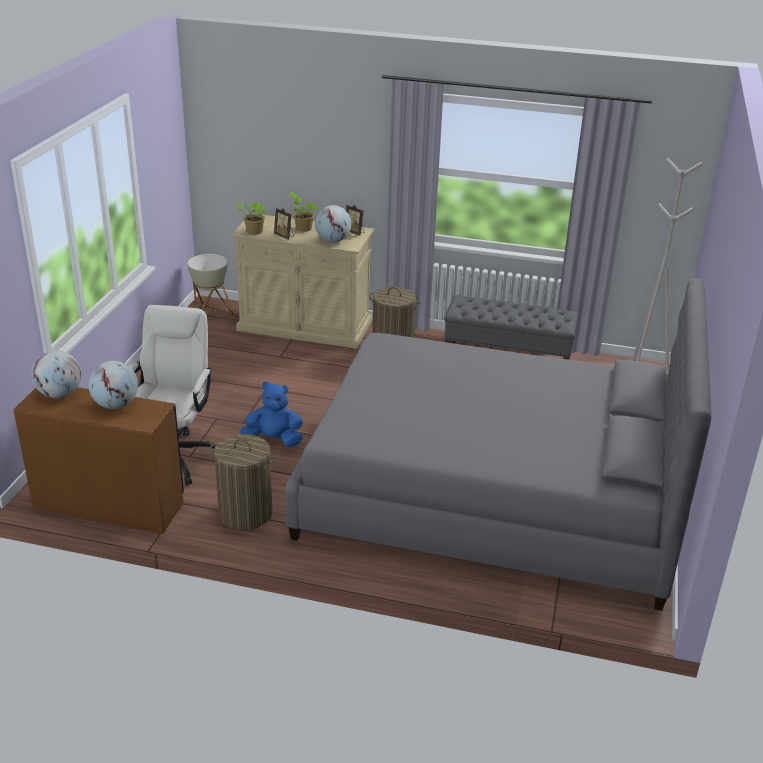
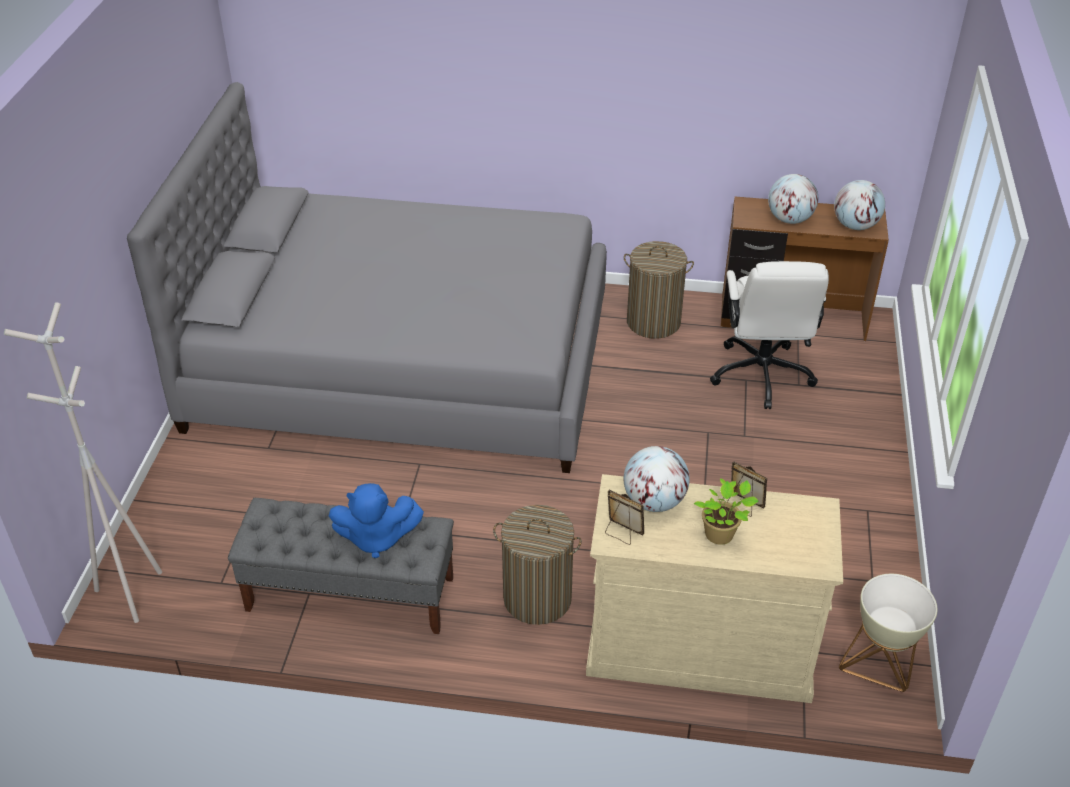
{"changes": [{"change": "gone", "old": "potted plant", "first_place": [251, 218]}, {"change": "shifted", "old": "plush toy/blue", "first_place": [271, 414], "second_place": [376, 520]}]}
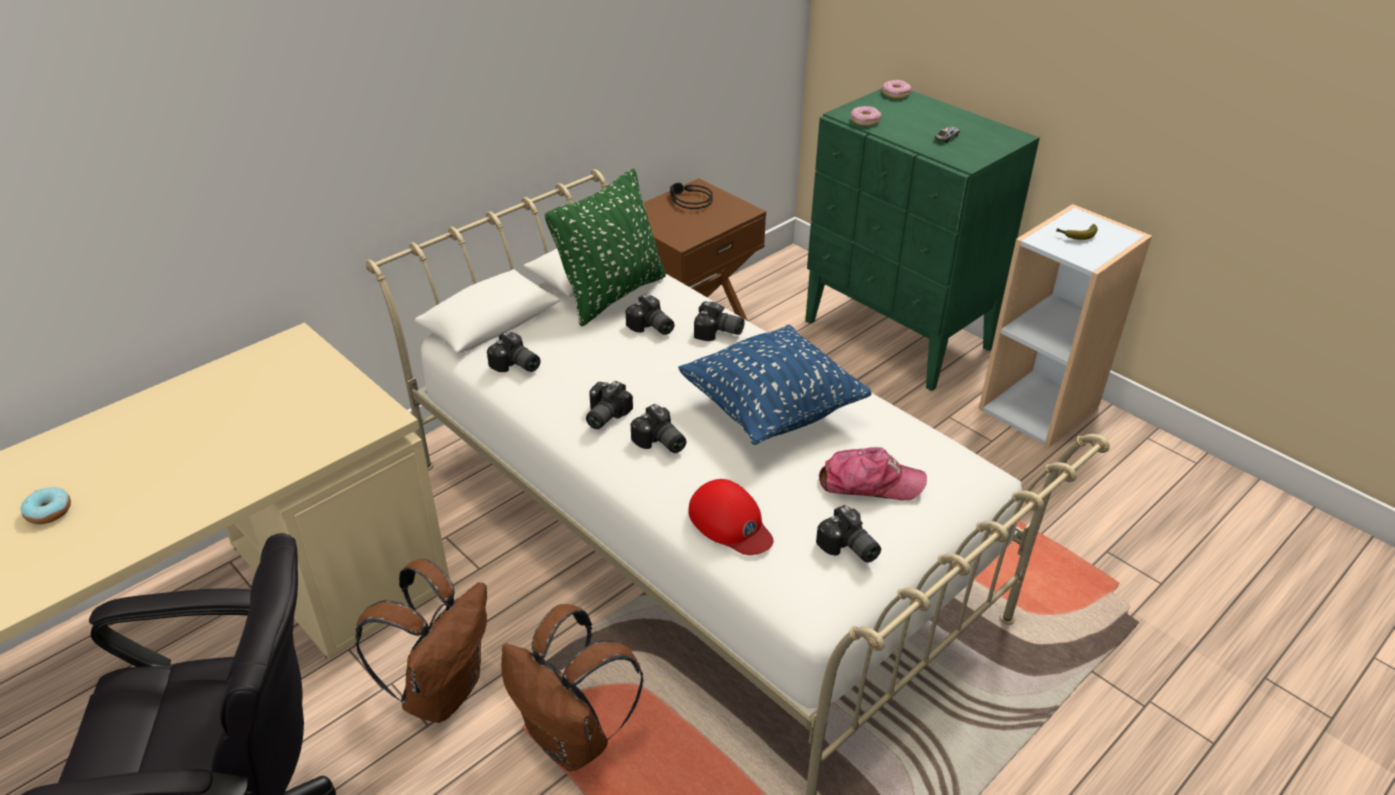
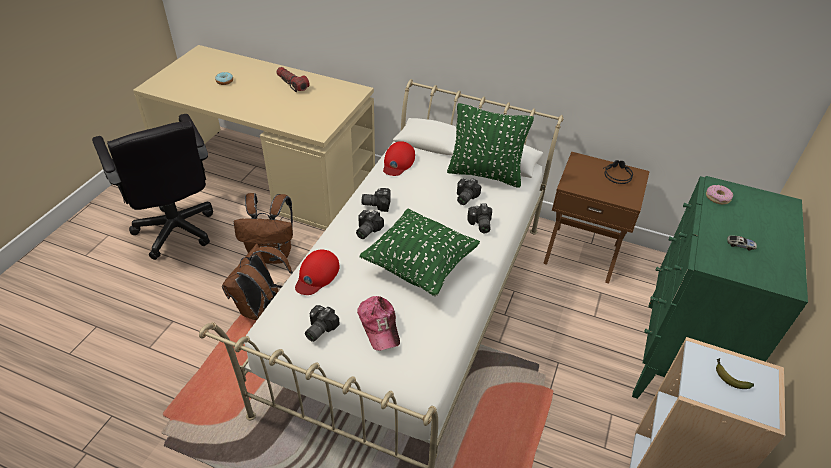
{"changes": [{"change": "gone", "old": "donut", "first_place": [896, 89]}, {"change": "repainted", "old": "pillow/blue", "new": "pillow/green", "first_place": [774, 385], "second_place": [419, 252]}, {"change": "swapped", "old": "photo camera", "new": "cap/red", "first_place": [514, 351], "second_place": [399, 158]}, {"change": "new", "new": "flashlight", "second_place": [292, 79]}]}
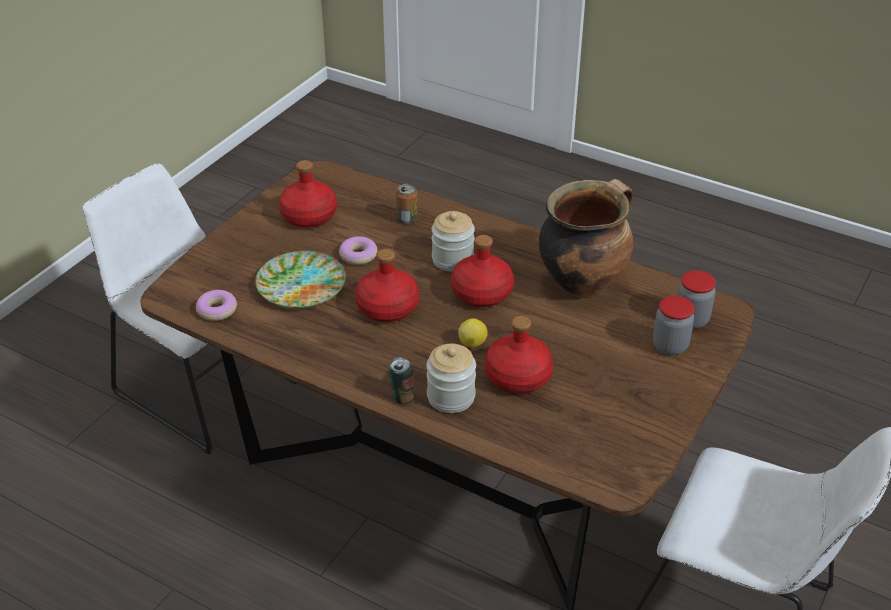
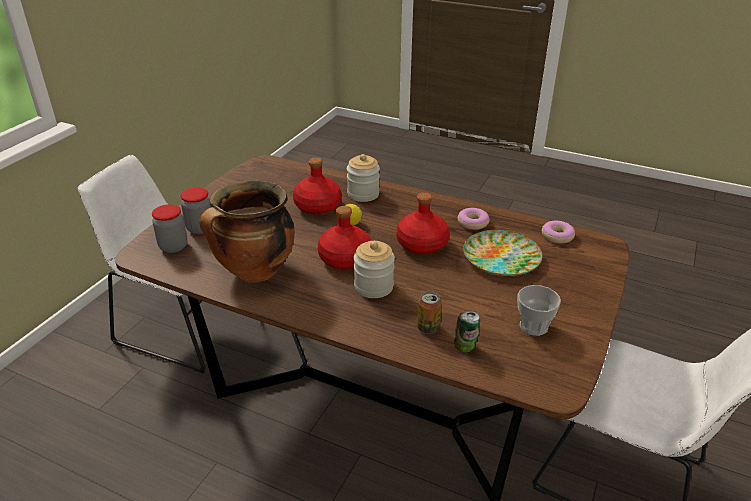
{"changes": [{"change": "swapped", "old": "bottle/red", "new": "cup", "first_place": [308, 194], "second_place": [539, 310]}, {"change": "shifted", "old": "donut", "first_place": [358, 250], "second_place": [474, 219]}, {"change": "shifted", "old": "can", "first_place": [402, 380], "second_place": [467, 331]}]}
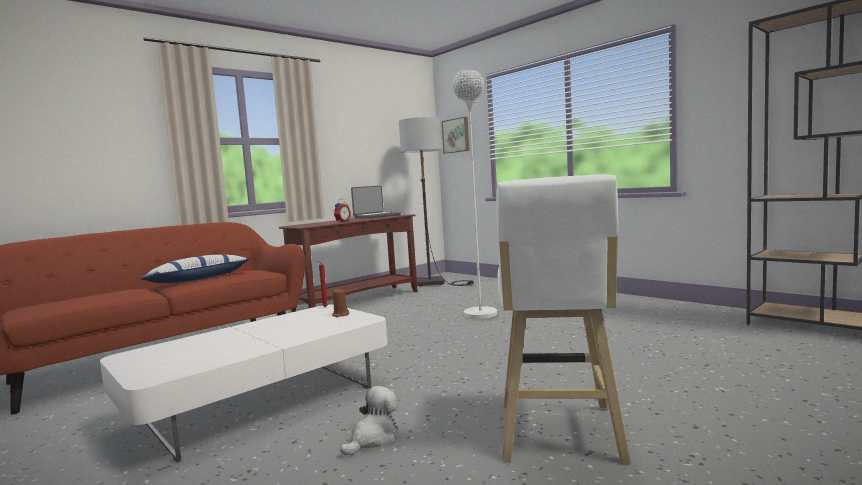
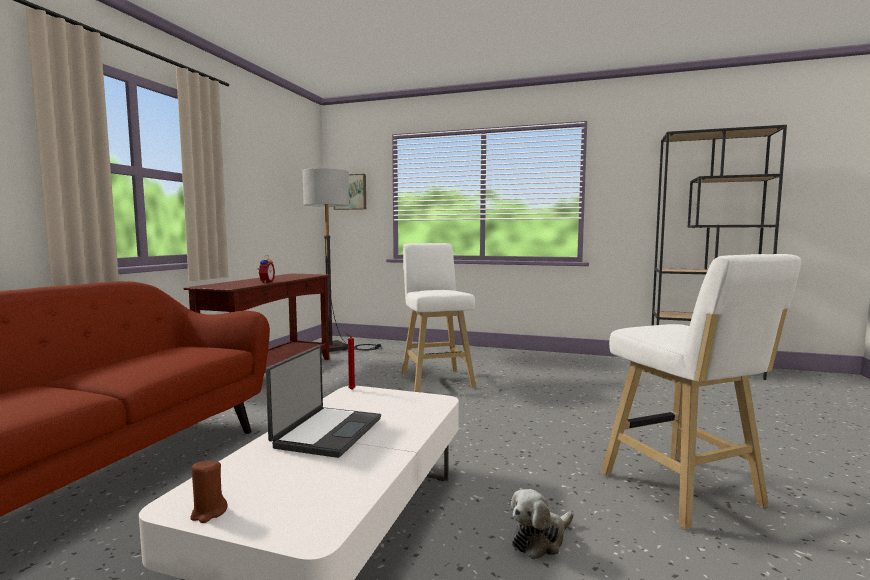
{"changes": [{"change": "swapped", "old": "floor lamp/white", "new": "stool/white", "first_place": [474, 194], "second_place": [438, 317]}, {"change": "shifted", "old": "laptop", "first_place": [376, 201], "second_place": [323, 401]}, {"change": "gone", "old": "pillow", "first_place": [195, 269]}, {"change": "shifted", "old": "candle/brown", "first_place": [340, 302], "second_place": [209, 491]}, {"change": "rotated", "old": "plush toy", "first_place": [369, 420], "second_place": [541, 524], "degrees": -135}]}
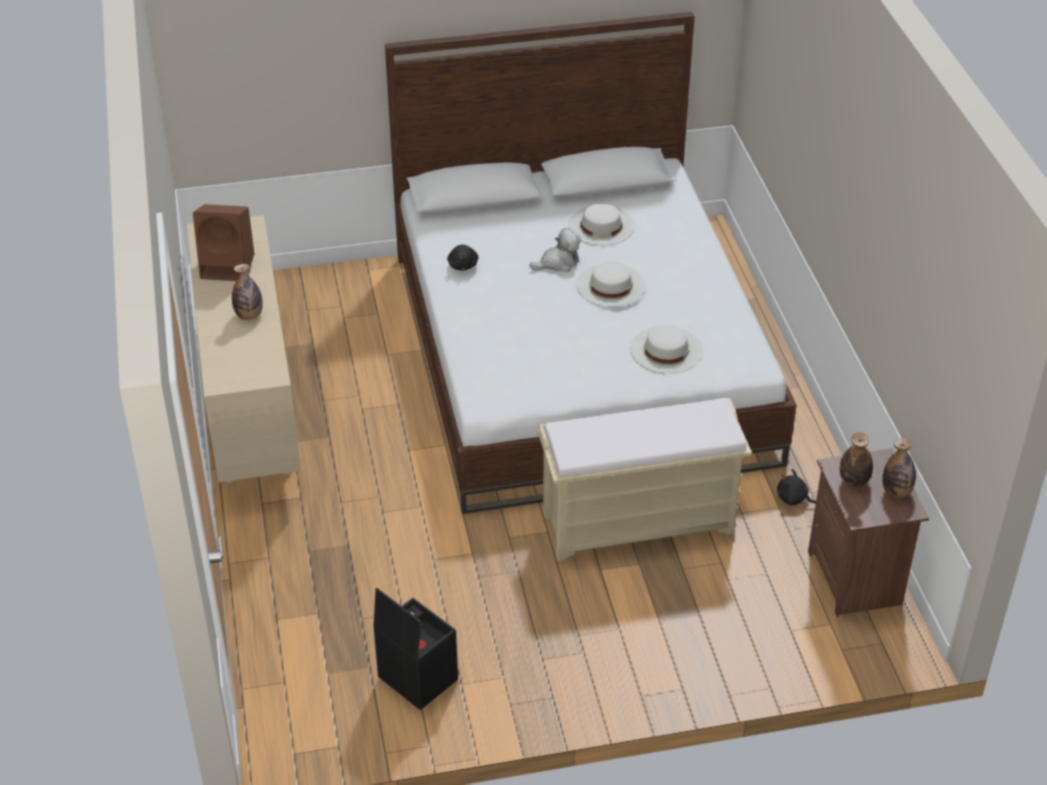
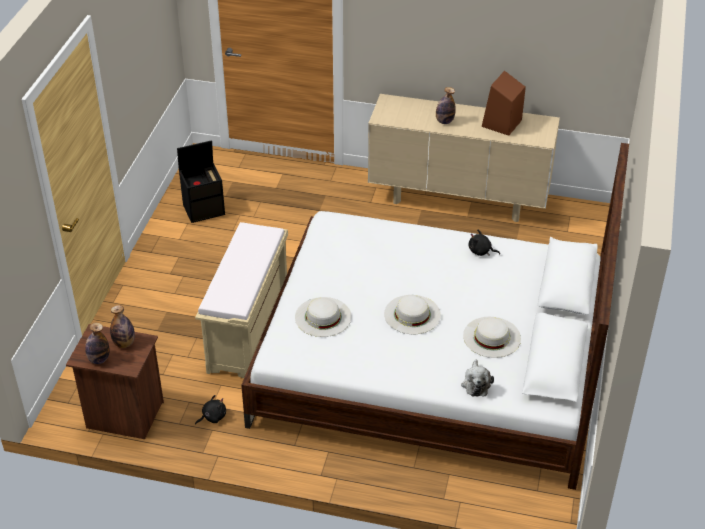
{"changes": [{"change": "shifted", "old": "plush toy", "first_place": [555, 250], "second_place": [477, 377]}]}
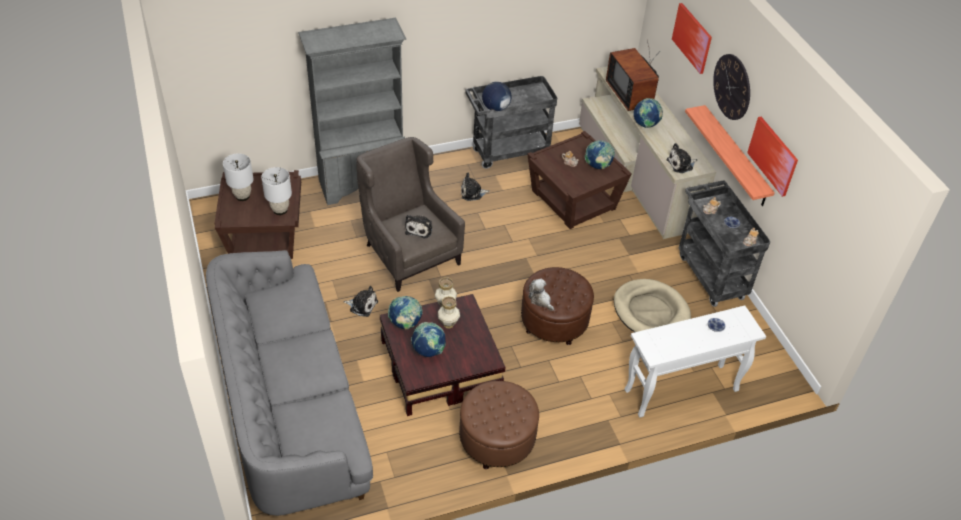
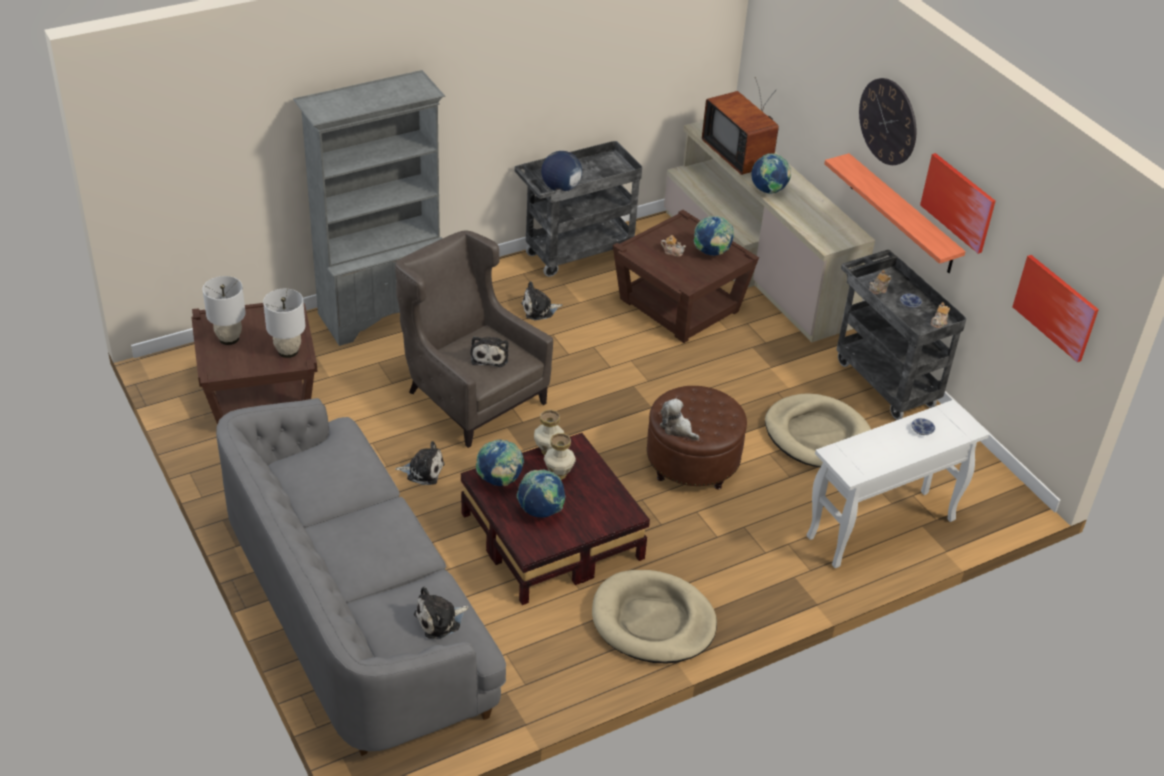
{"changes": [{"change": "shifted", "old": "picture", "first_place": [692, 38], "second_place": [1055, 308]}, {"change": "shifted", "old": "plush toy", "first_place": [681, 158], "second_place": [441, 613]}, {"change": "swapped", "old": "ottoman/brown", "new": "dog bed/beige", "first_place": [499, 425], "second_place": [654, 617]}]}
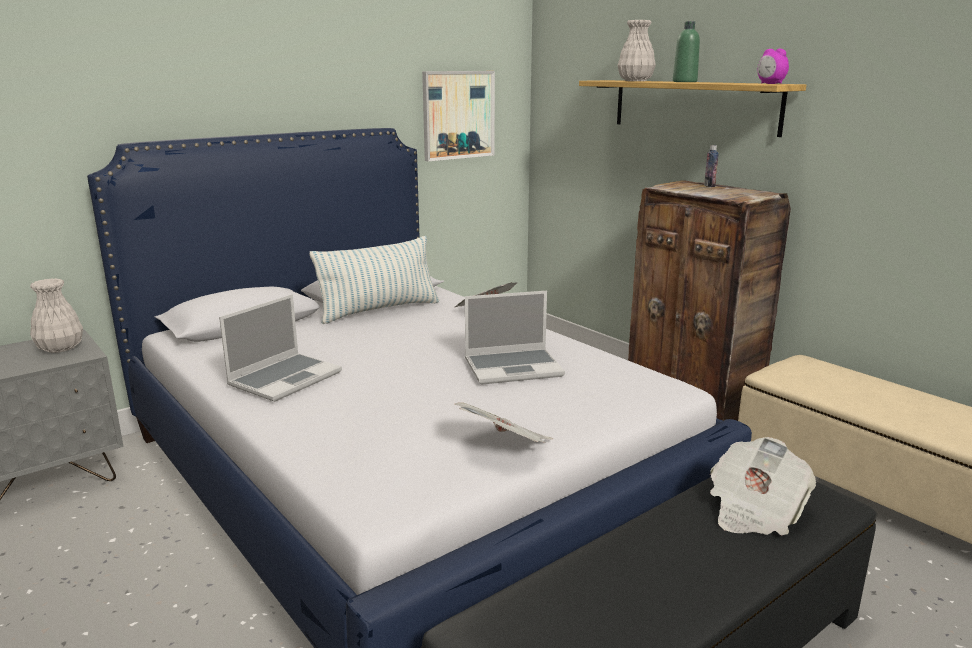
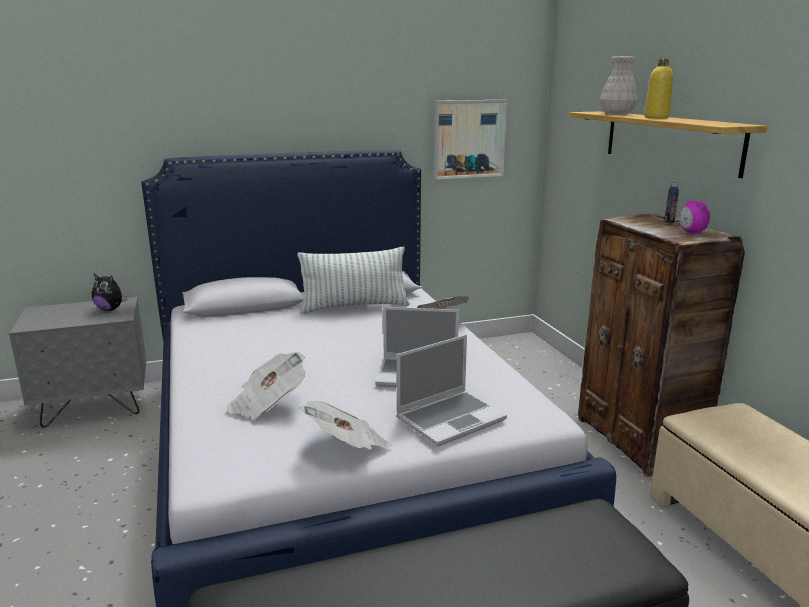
{"changes": [{"change": "repainted", "old": "bottle/green", "new": "bottle/yellow", "first_place": [686, 51], "second_place": [658, 88]}, {"change": "shifted", "old": "alarm clock", "first_place": [773, 66], "second_place": [694, 217]}, {"change": "swapped", "old": "vase/white", "new": "plush toy", "first_place": [56, 315], "second_place": [110, 292]}, {"change": "shifted", "old": "laptop", "first_place": [280, 348], "second_place": [451, 390]}, {"change": "shifted", "old": "newspaper", "first_place": [763, 486], "second_place": [266, 385]}]}
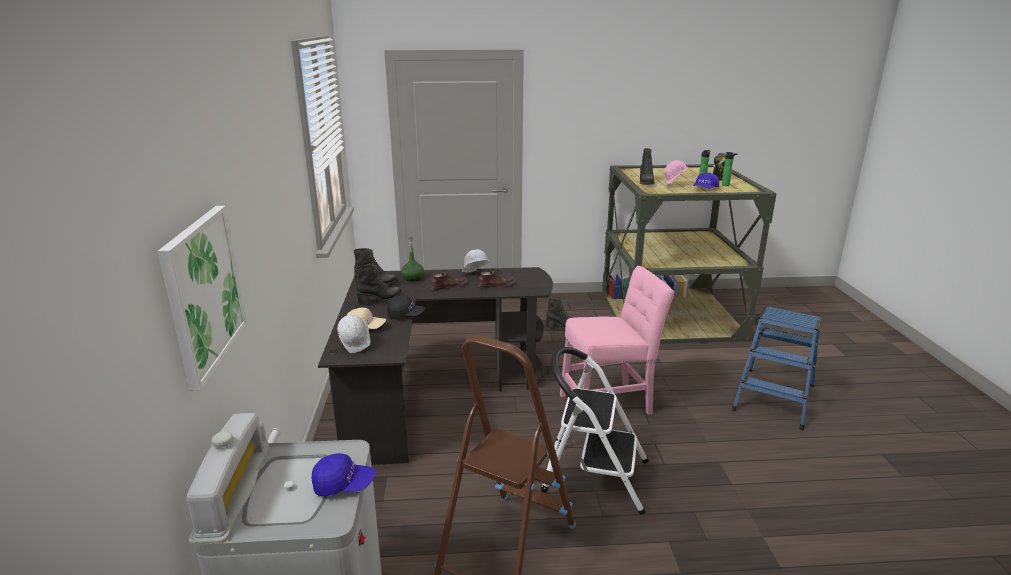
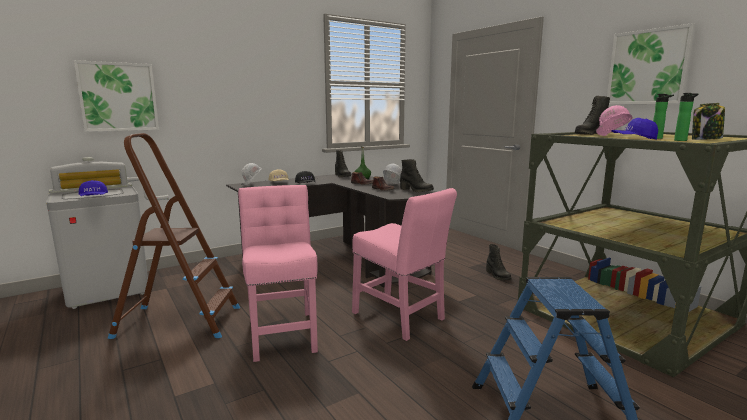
{"changes": [{"change": "shifted", "old": "boot/black", "first_place": [378, 284], "second_place": [417, 175]}, {"change": "swapped", "old": "step ladder", "new": "chair/pink", "first_place": [594, 430], "second_place": [278, 273]}, {"change": "new", "new": "picture", "second_place": [651, 63]}]}
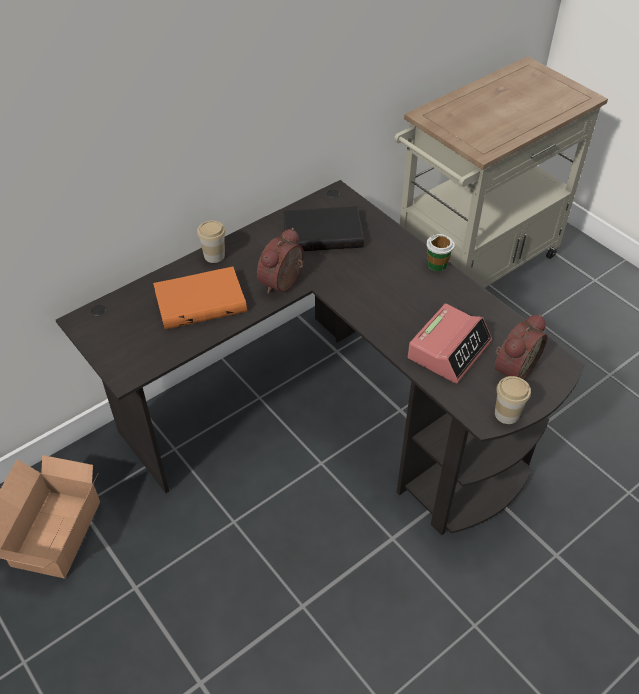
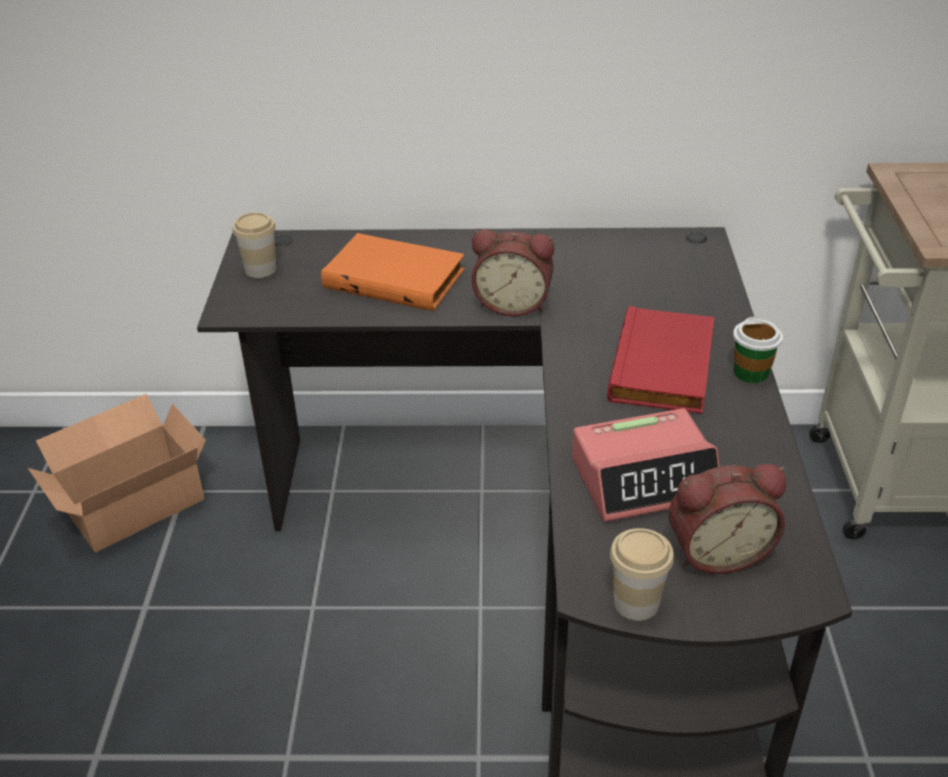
{"changes": [{"change": "gone", "old": "book/black", "first_place": [323, 228]}, {"change": "shifted", "old": "cup", "first_place": [211, 241], "second_place": [254, 245]}, {"change": "rotated", "old": "alarm clock", "first_place": [280, 261], "second_place": [513, 273], "degrees": -150}, {"change": "new", "new": "book/red", "second_place": [661, 360]}]}
